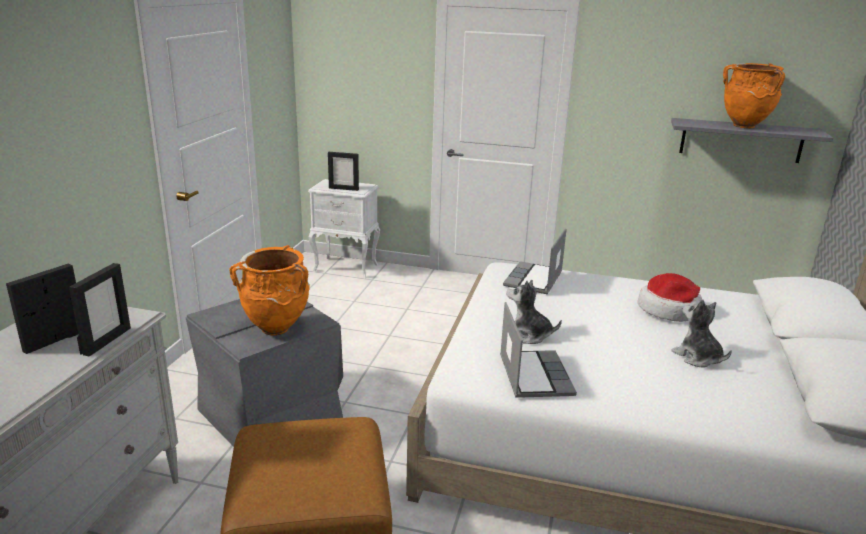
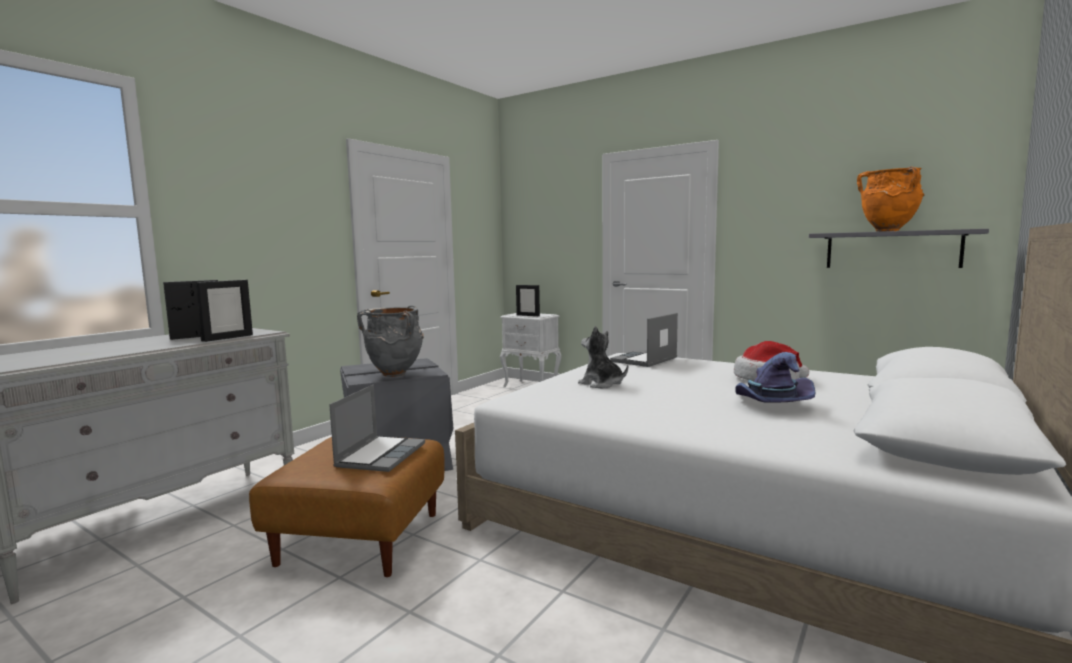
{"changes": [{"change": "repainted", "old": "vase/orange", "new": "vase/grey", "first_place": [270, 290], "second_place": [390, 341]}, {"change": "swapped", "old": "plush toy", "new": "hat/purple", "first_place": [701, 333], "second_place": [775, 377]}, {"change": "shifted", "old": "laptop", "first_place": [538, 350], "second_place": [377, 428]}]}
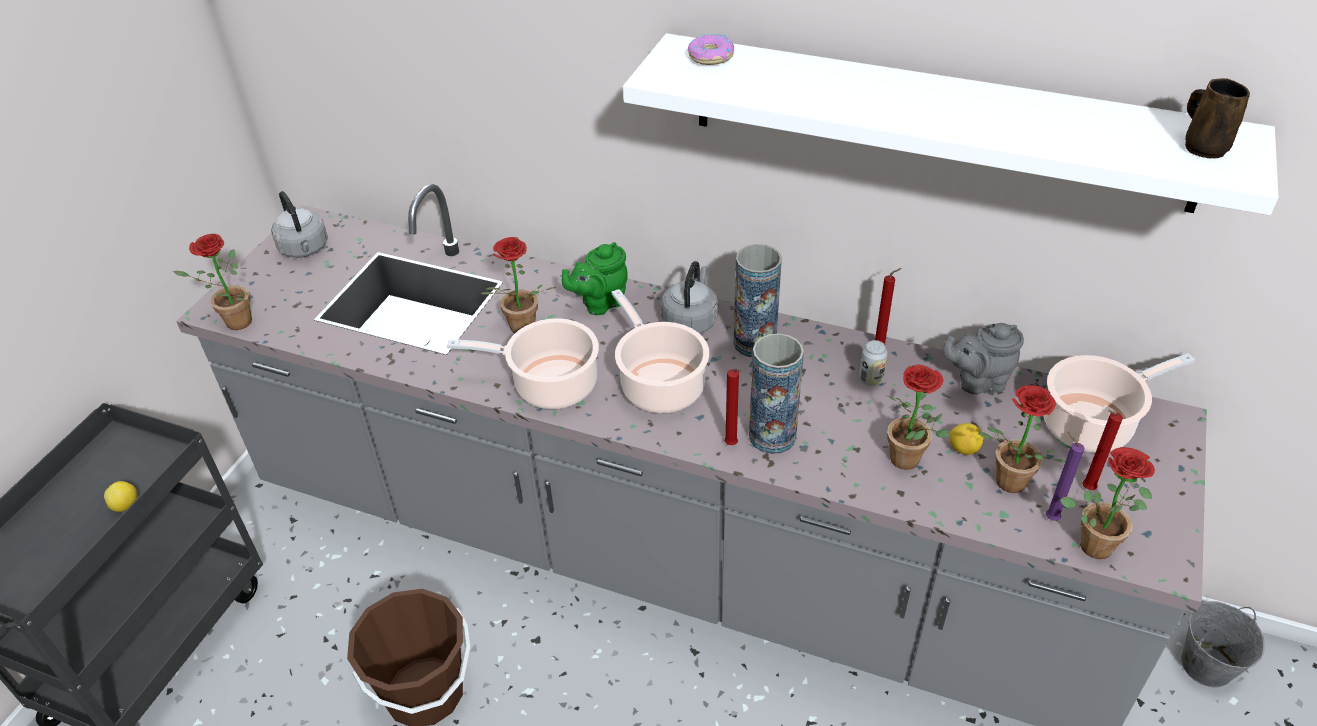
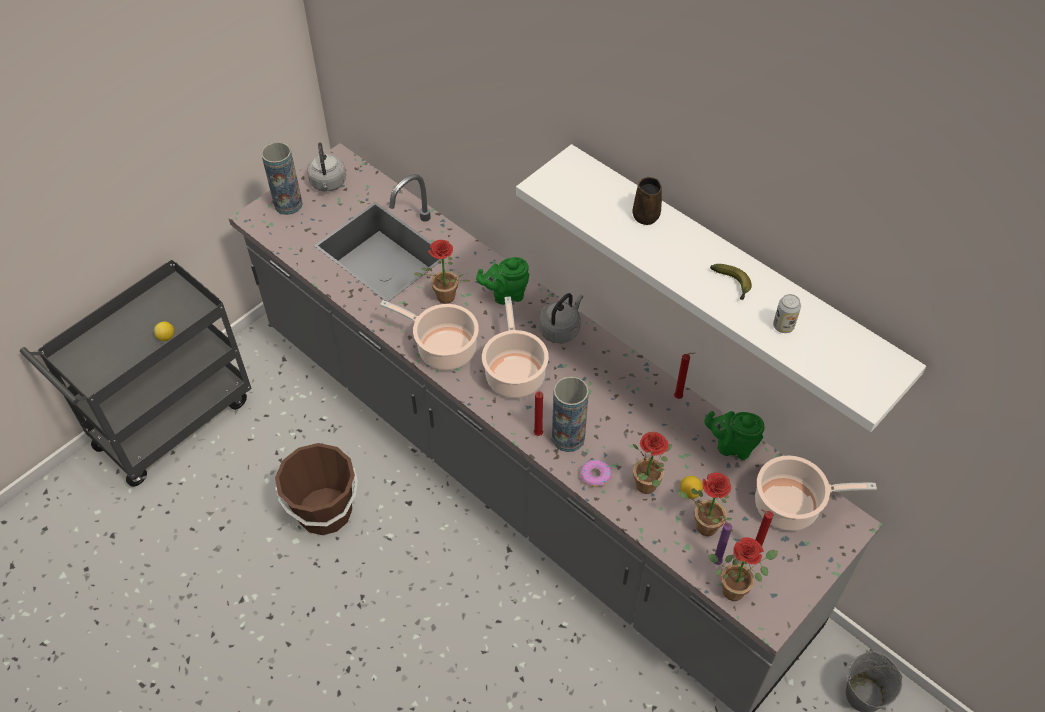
{"changes": [{"change": "shifted", "old": "donut", "first_place": [711, 49], "second_place": [596, 473]}, {"change": "shifted", "old": "mug/brown", "first_place": [1217, 118], "second_place": [647, 201]}, {"change": "gone", "old": "potted plant", "first_place": [212, 282]}, {"change": "shifted", "old": "vase", "first_place": [758, 300], "second_place": [282, 178]}, {"change": "repainted", "old": "teapot/grey", "new": "teapot/green", "first_place": [983, 359], "second_place": [734, 435]}, {"change": "shifted", "old": "can", "first_place": [873, 363], "second_place": [787, 313]}, {"change": "new", "new": "banana", "second_place": [731, 282]}]}
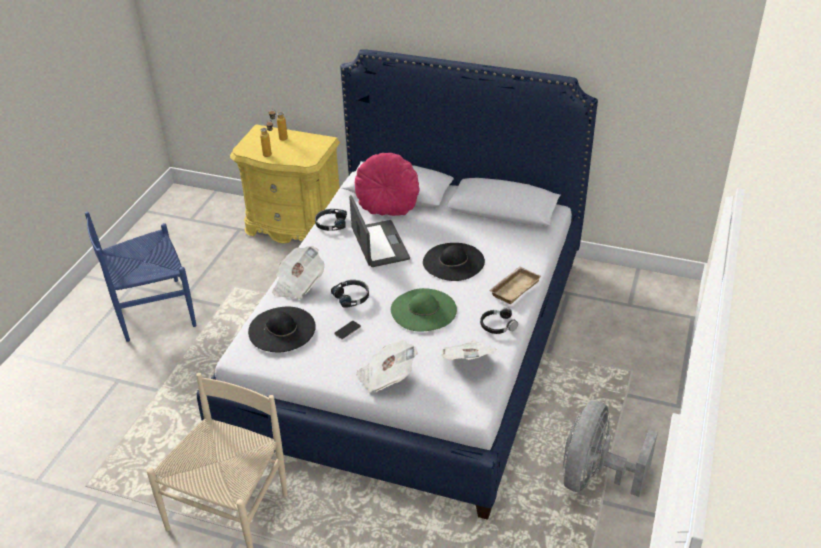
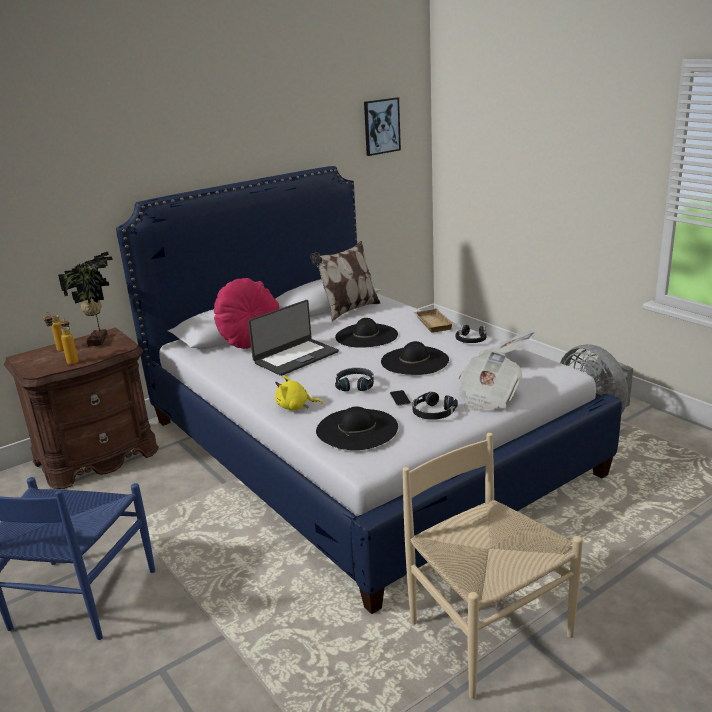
{"changes": [{"change": "repainted", "old": "nightstand/yellow", "new": "nightstand/brown", "first_place": [285, 183], "second_place": [81, 408]}, {"change": "rotated", "old": "laptop", "first_place": [379, 231], "second_place": [293, 338], "degrees": 120}, {"change": "shifted", "old": "headphones/black", "first_place": [331, 220], "second_place": [435, 406]}, {"change": "swapped", "old": "newspaper", "new": "plush toy/yellow", "first_place": [298, 272], "second_place": [299, 393]}, {"change": "repainted", "old": "hat/green", "new": "hat/black", "first_place": [424, 310], "second_place": [415, 358]}, {"change": "new", "new": "picture", "second_place": [382, 126]}, {"change": "new", "new": "pillow", "second_place": [345, 281]}, {"change": "new", "new": "potted plant", "second_place": [85, 299]}]}
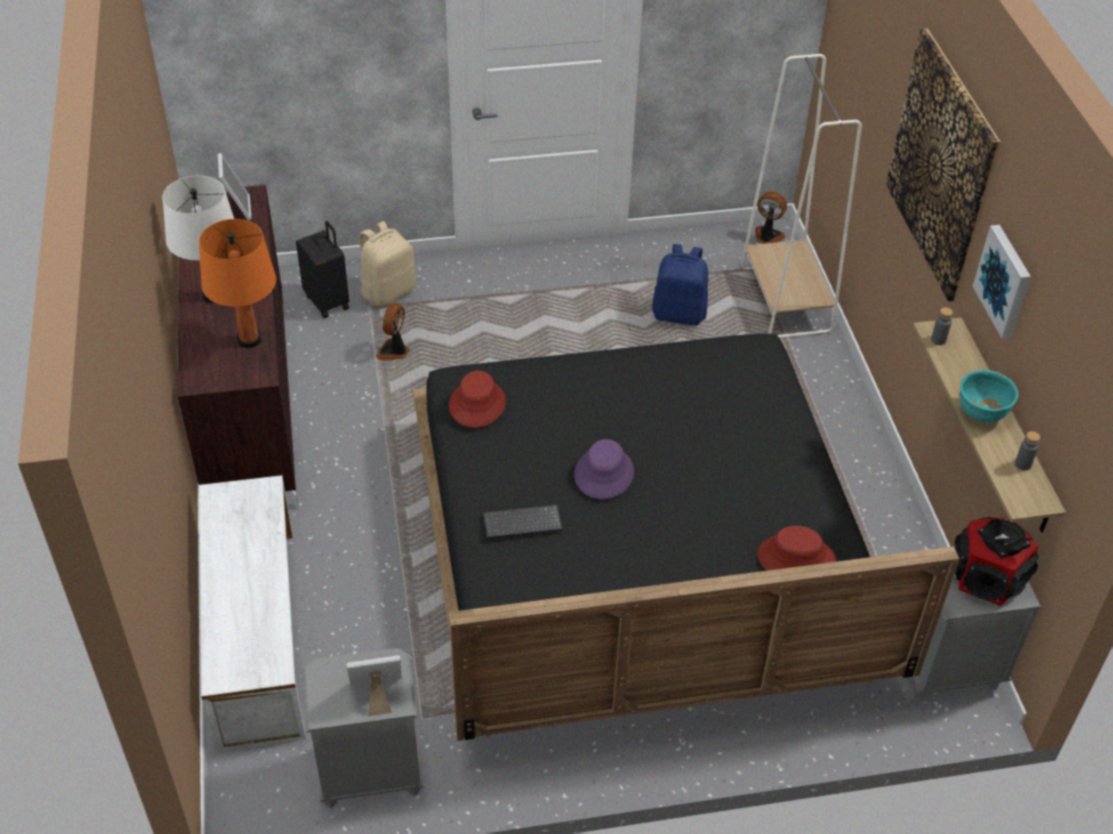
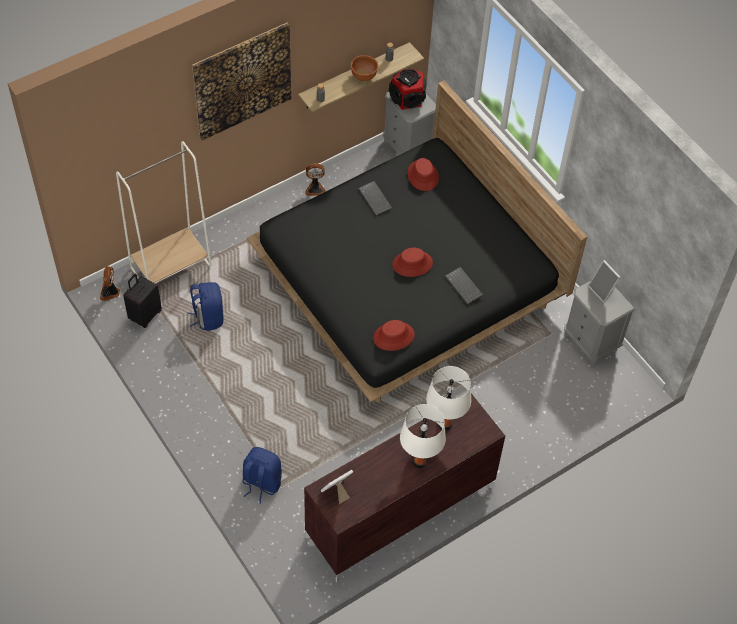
{"changes": [{"change": "repainted", "old": "table lamp/orange", "new": "table lamp/white", "first_place": [237, 283], "second_place": [448, 398]}, {"change": "shifted", "old": "suitcase/black", "first_place": [322, 269], "second_place": [142, 301]}, {"change": "repainted", "old": "backpack/beige", "new": "backpack/blue", "first_place": [387, 264], "second_place": [262, 475]}, {"change": "gone", "old": "picture", "first_place": [1002, 281]}, {"change": "shifted", "old": "fan", "first_place": [392, 331], "second_place": [315, 179]}, {"change": "repainted", "old": "bowl/turquoise", "new": "bowl/brown", "first_place": [988, 396], "second_place": [364, 68]}, {"change": "repainted", "old": "hat/purple", "new": "hat/red", "first_place": [604, 469], "second_place": [412, 262]}, {"change": "gone", "old": "bench/white", "first_place": [252, 613]}, {"change": "new", "new": "keyboard", "second_place": [375, 198]}]}
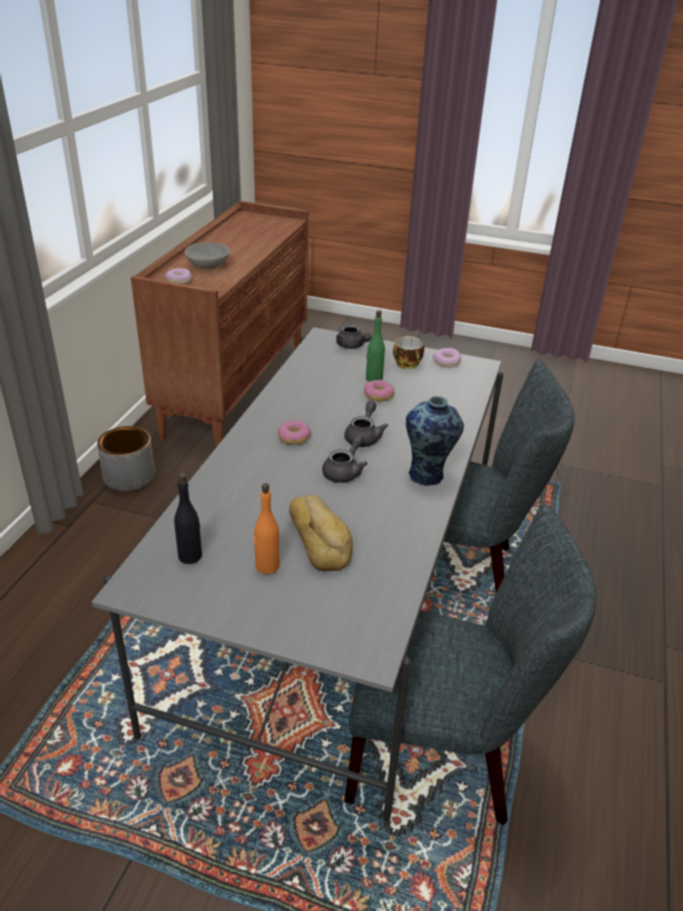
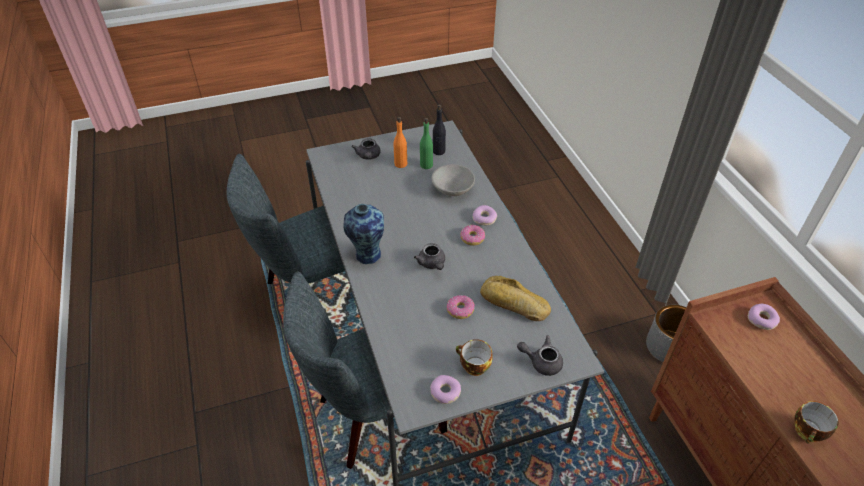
{"changes": [{"change": "shifted", "old": "bowl/grey", "first_place": [207, 255], "second_place": [453, 180]}, {"change": "shifted", "old": "bottle/green", "first_place": [375, 346], "second_place": [426, 143]}, {"change": "shifted", "old": "teapot/grey", "first_place": [344, 458], "second_place": [366, 149]}, {"change": "shifted", "old": "bread", "first_place": [321, 533], "second_place": [515, 298]}, {"change": "new", "new": "donut", "second_place": [485, 215]}, {"change": "new", "new": "cup", "second_place": [816, 422]}]}
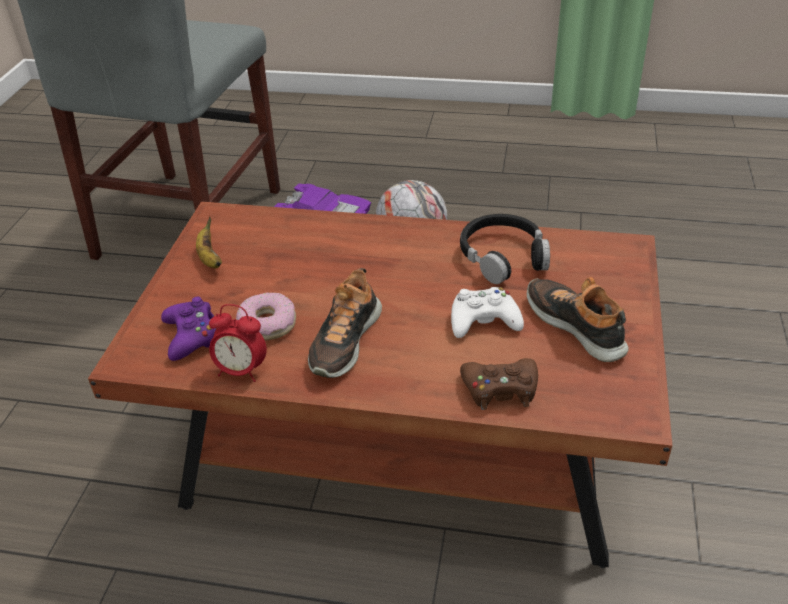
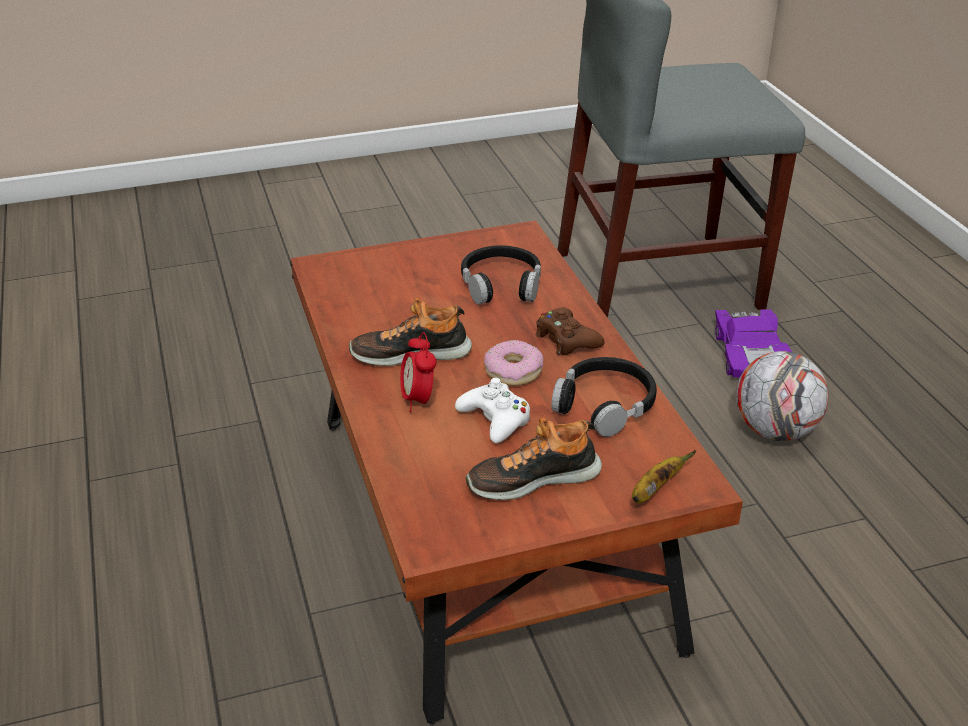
{"changes": [{"change": "shifted", "old": "banana", "first_place": [209, 242], "second_place": [664, 476]}, {"change": "rotated", "old": "shoe", "first_place": [578, 319], "second_place": [534, 459], "degrees": -135}, {"change": "shifted", "old": "donut", "first_place": [266, 316], "second_place": [513, 363]}, {"change": "gone", "old": "game controller/purple", "first_place": [188, 329]}, {"change": "shifted", "old": "alarm clock", "first_place": [238, 343], "second_place": [418, 372]}, {"change": "shifted", "old": "game controller/brown", "first_place": [499, 384], "second_place": [570, 331]}, {"change": "new", "new": "headphones/black", "second_place": [501, 275]}]}
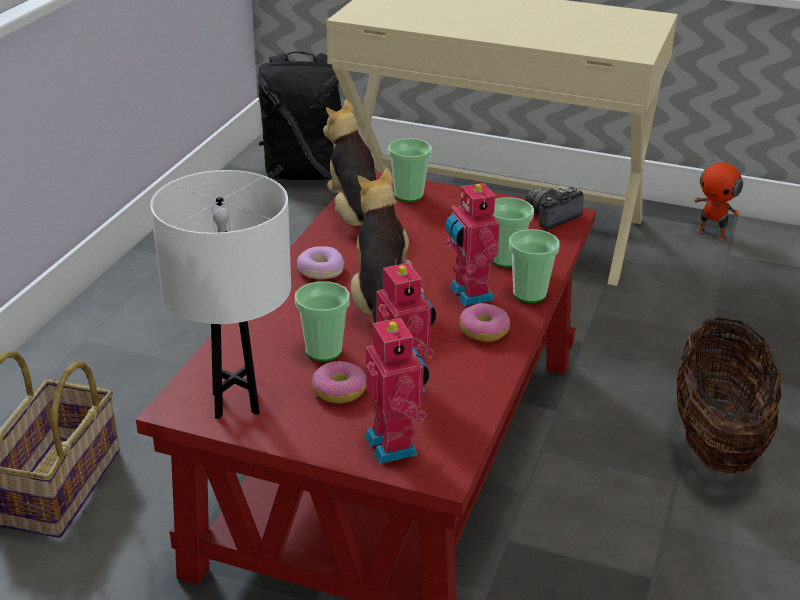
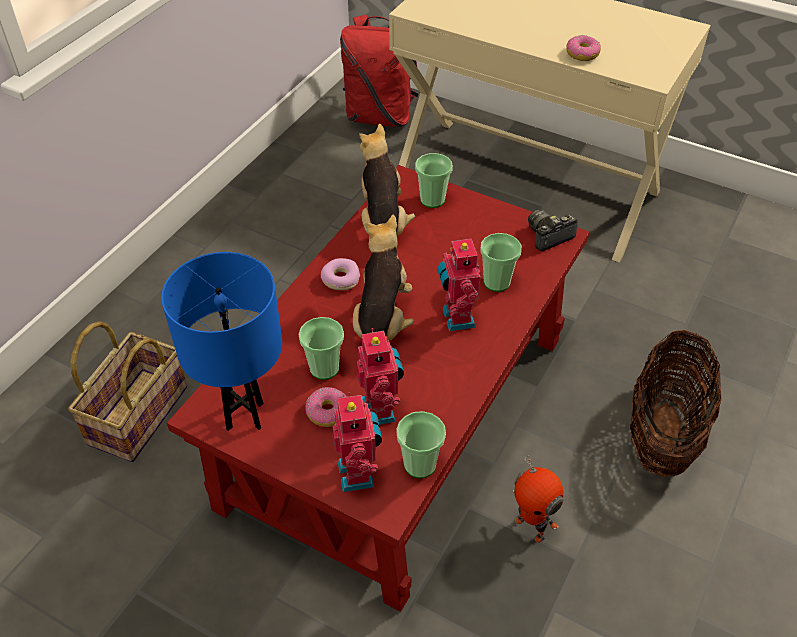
{"changes": [{"change": "repainted", "old": "backpack/black", "new": "backpack/red", "first_place": [299, 116], "second_place": [379, 70]}, {"change": "shifted", "old": "toy robot", "first_place": [718, 195], "second_place": [538, 499]}, {"change": "repainted", "old": "table lamp/white", "new": "table lamp/blue", "first_place": [220, 294], "second_place": [221, 341]}, {"change": "shifted", "old": "cup", "first_place": [534, 266], "second_place": [421, 444]}, {"change": "shifted", "old": "donut", "first_place": [484, 322], "second_place": [583, 48]}]}
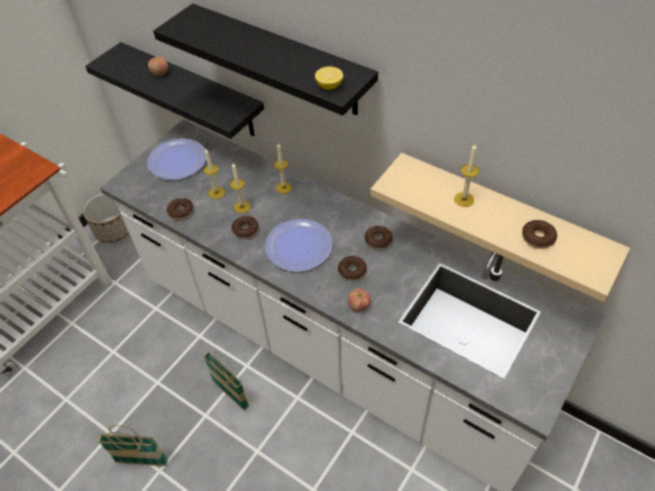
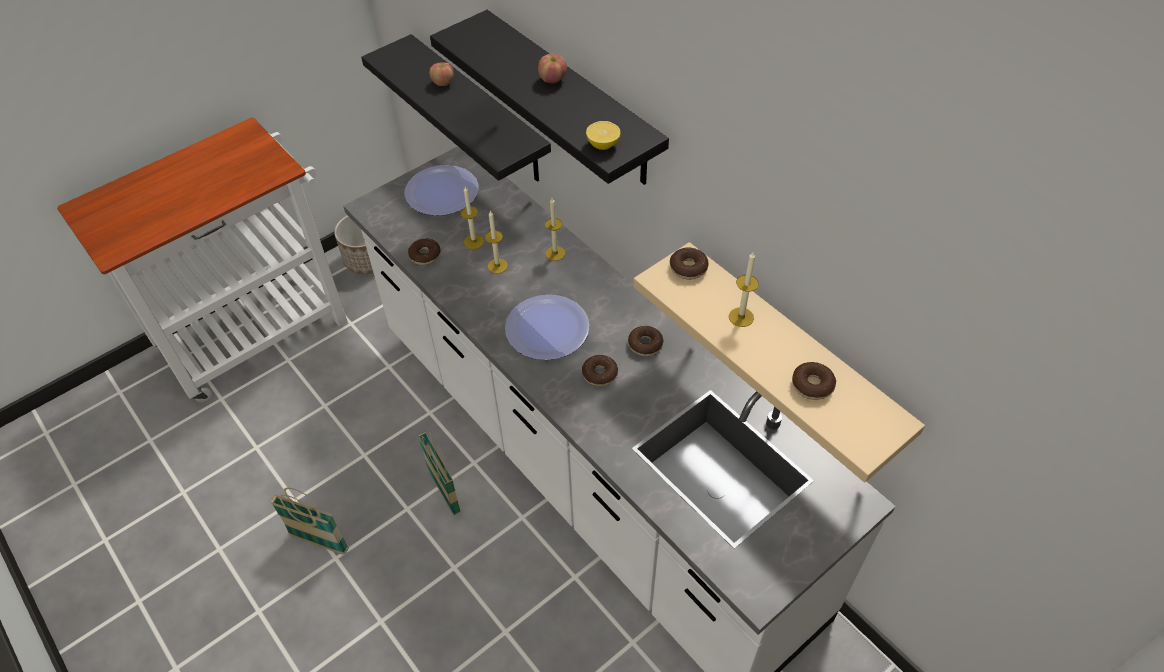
{"changes": [{"change": "shifted", "old": "donut", "first_place": [245, 227], "second_place": [689, 263]}, {"change": "shifted", "old": "apple", "first_place": [359, 300], "second_place": [552, 68]}]}
